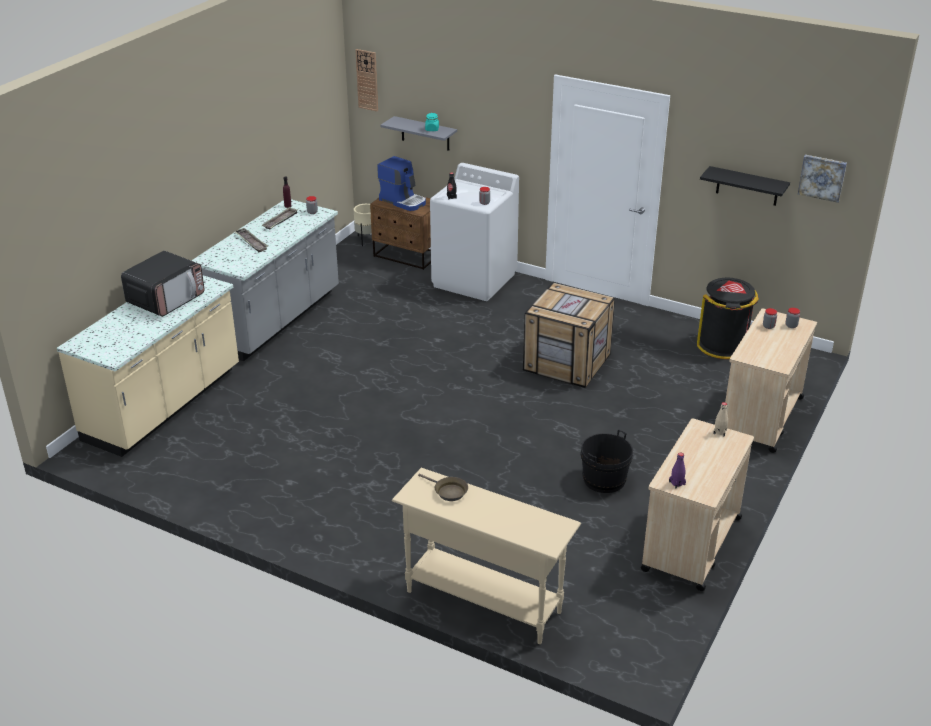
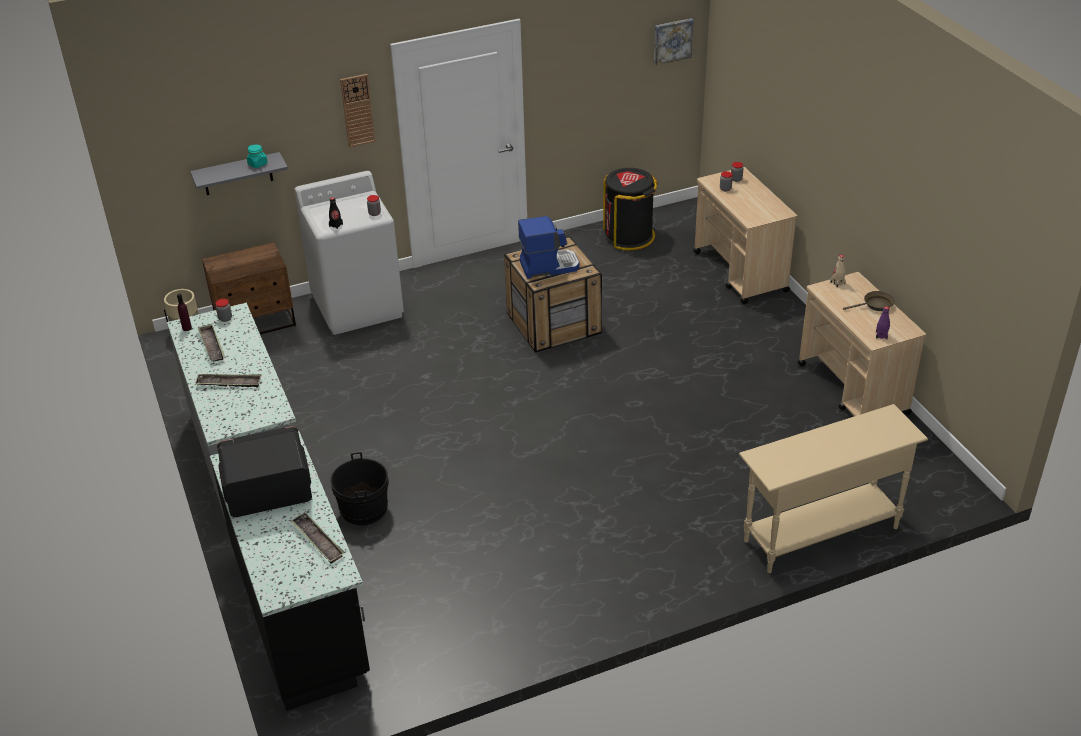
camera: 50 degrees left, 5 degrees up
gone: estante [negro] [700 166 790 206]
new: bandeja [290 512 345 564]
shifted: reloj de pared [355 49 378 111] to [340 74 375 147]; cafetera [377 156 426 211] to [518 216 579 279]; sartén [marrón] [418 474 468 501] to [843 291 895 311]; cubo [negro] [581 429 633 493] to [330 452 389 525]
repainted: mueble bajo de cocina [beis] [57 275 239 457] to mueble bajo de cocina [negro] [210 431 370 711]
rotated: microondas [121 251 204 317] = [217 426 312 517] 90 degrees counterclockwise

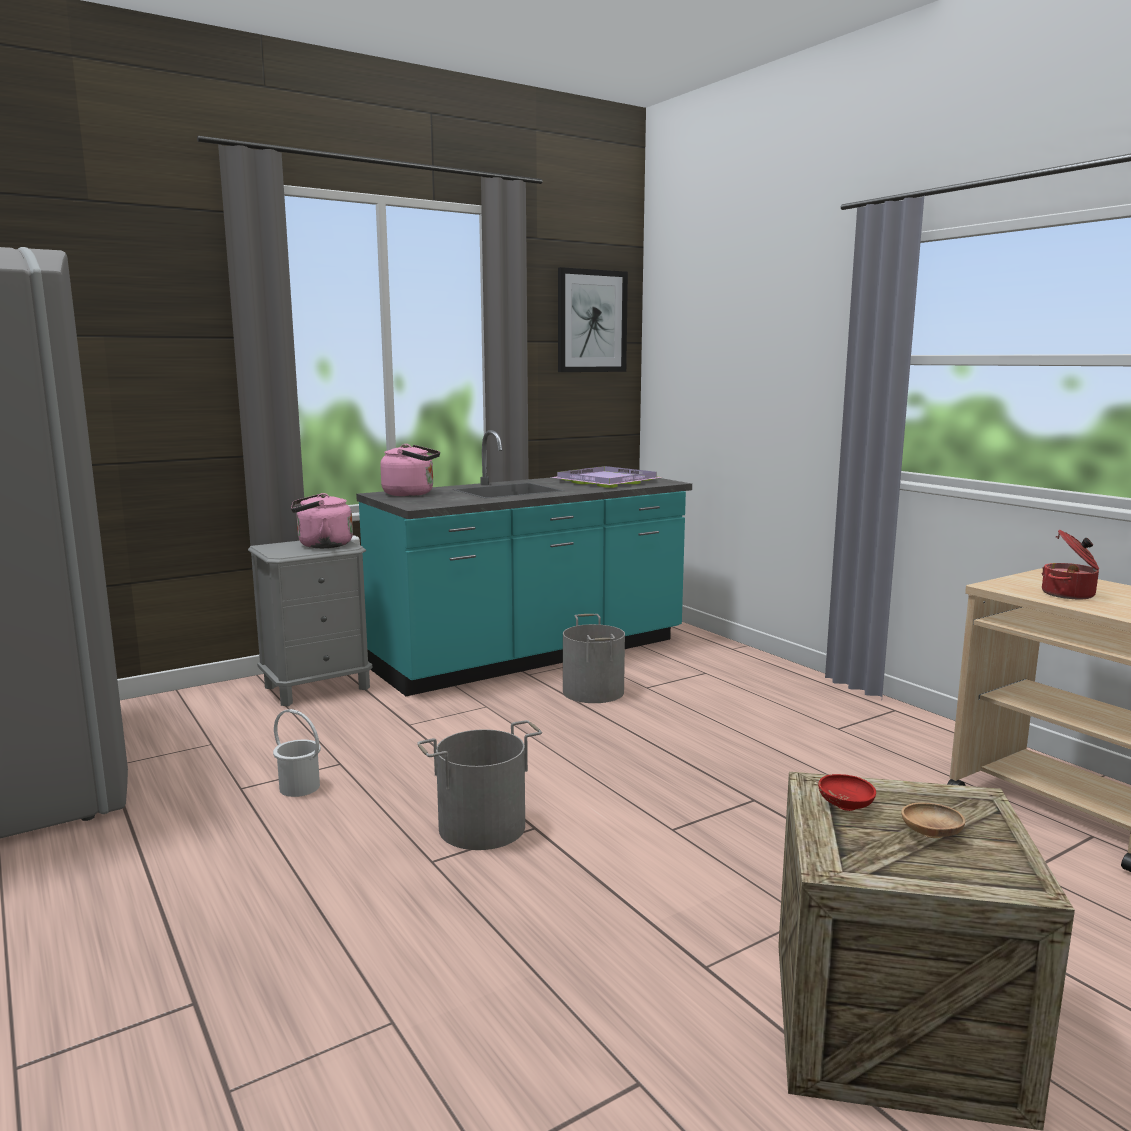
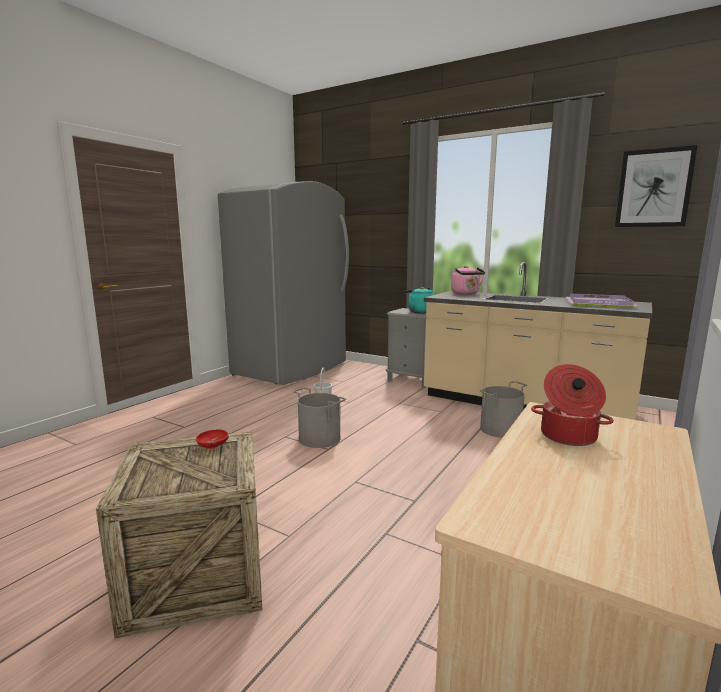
camera: 65 degrees right, 0 degrees up
gone: cuenco [marrón] [901 802 966 838]
repainted: hervidor [rosa] [291 493 353 548] to hervidor [turquesa] [404 287 434 314]; mueble bajo de cocina [turquesa] [356 430 692 696] to mueble bajo de cocina [beis] [424 262 652 420]

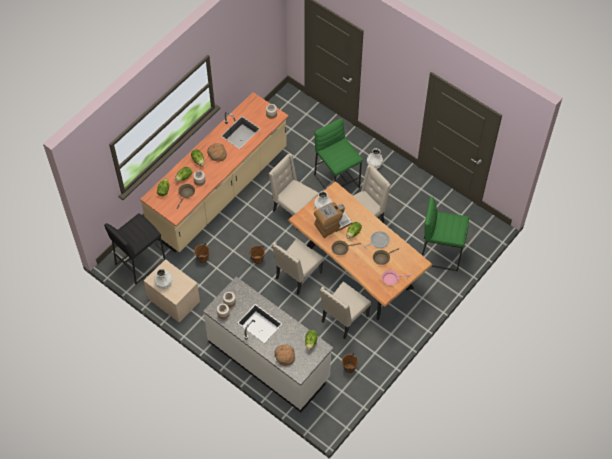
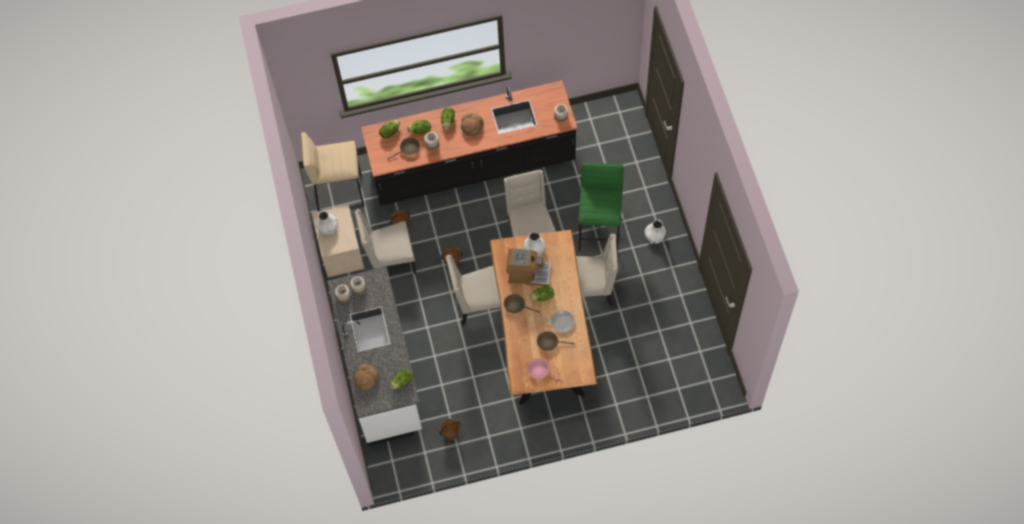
camera: 40 degrees right, 5 degrees up
gone: taburete [verde] [422 197 469 271]
shifted: silla [beis] [320 282 371 339] to [354 209 416 274]
repainted: taburete [negro] [104 213 165 285] to taburete [beis] [301 132 364 211]; mueble bajo de cocina [beis] [140 92 288 253] to mueble bajo de cocina [negro] [361 80 578 206]

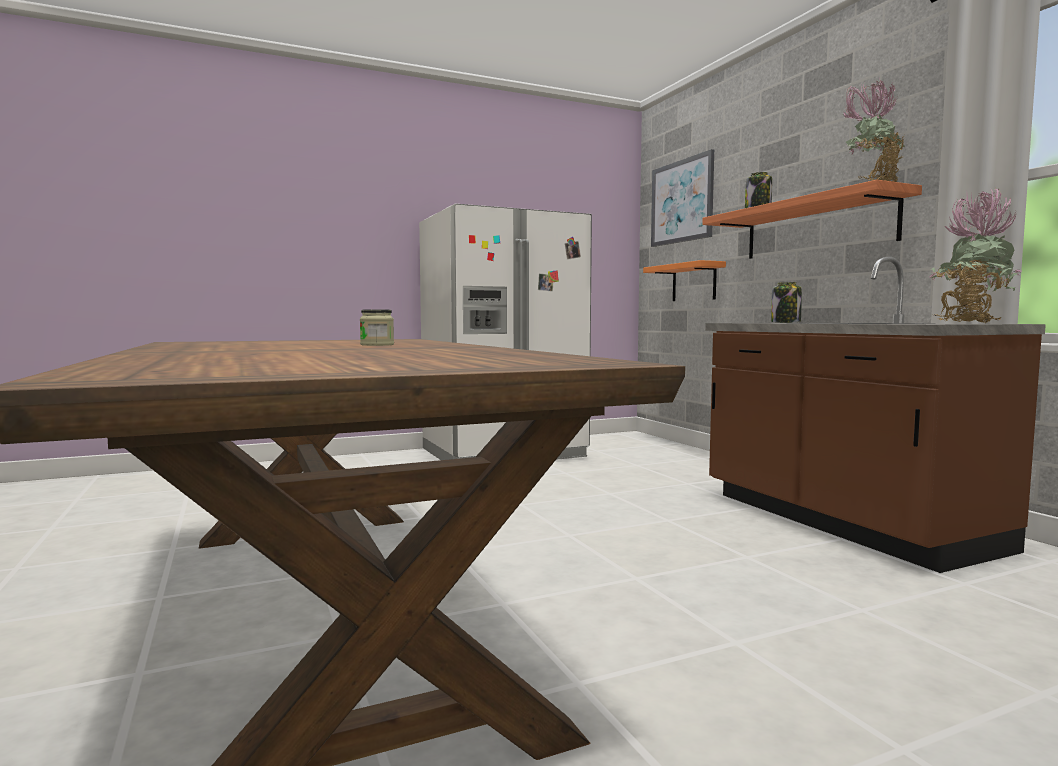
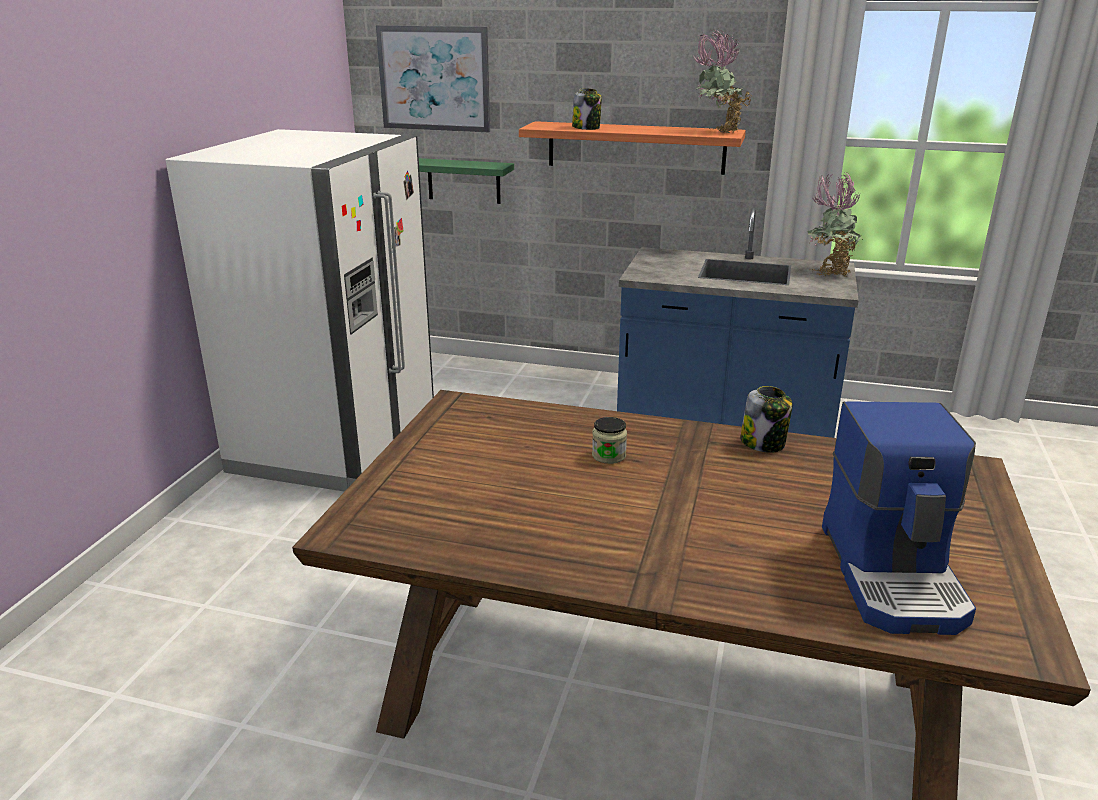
camera: 50 degrees left, 20 degrees up
new: cafetera [822 401 976 635]
shifted: tarro [771 282 802 323] to [740 386 792 453]
repainted: estante [naranja] [643 260 726 301] to estante [verde] [419 158 514 204]; mueble bajo de cocina [marrón] [705 257 1046 573] to mueble bajo de cocina [azul] [617 208 859 438]

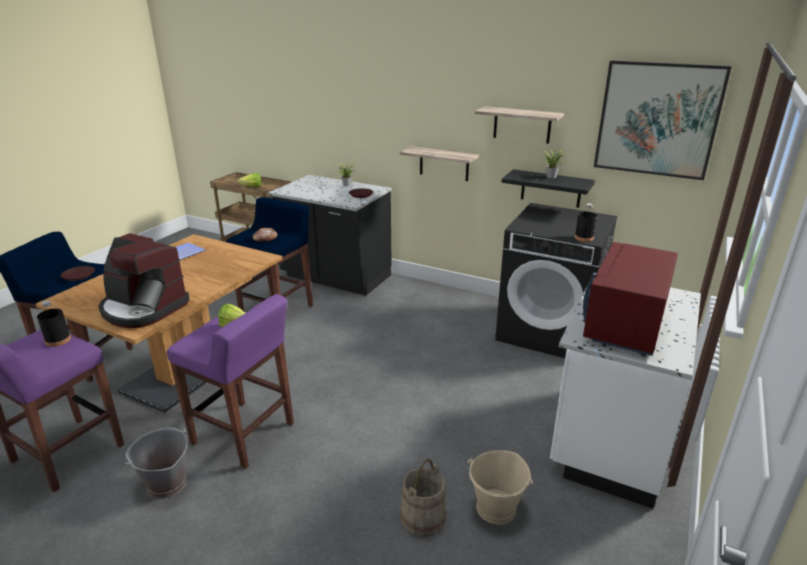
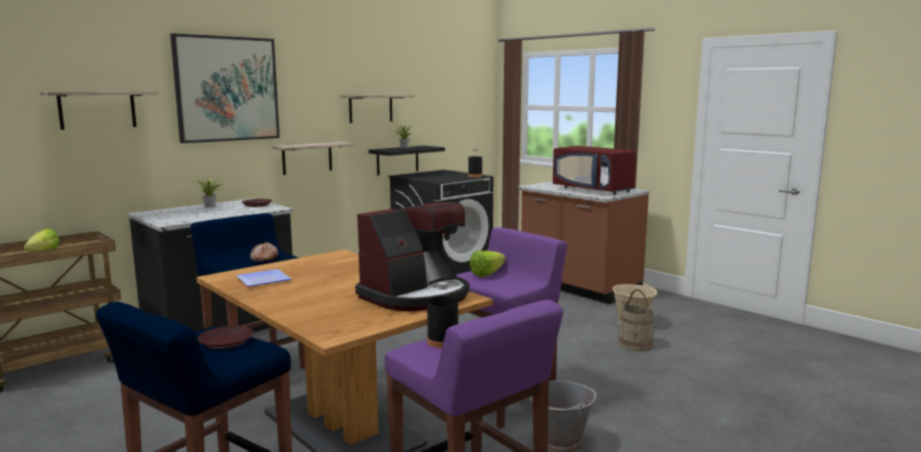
camera: 70 degrees left, 15 degrees down
new: estante [40 91 158 130]
shifted: cuadro [594 60 732 180] to [170 33 280 143]
repainted: mueble bajo de cocina [blanco] [550 273 701 508] to mueble bajo de cocina [marrón] [518 181 650 304]

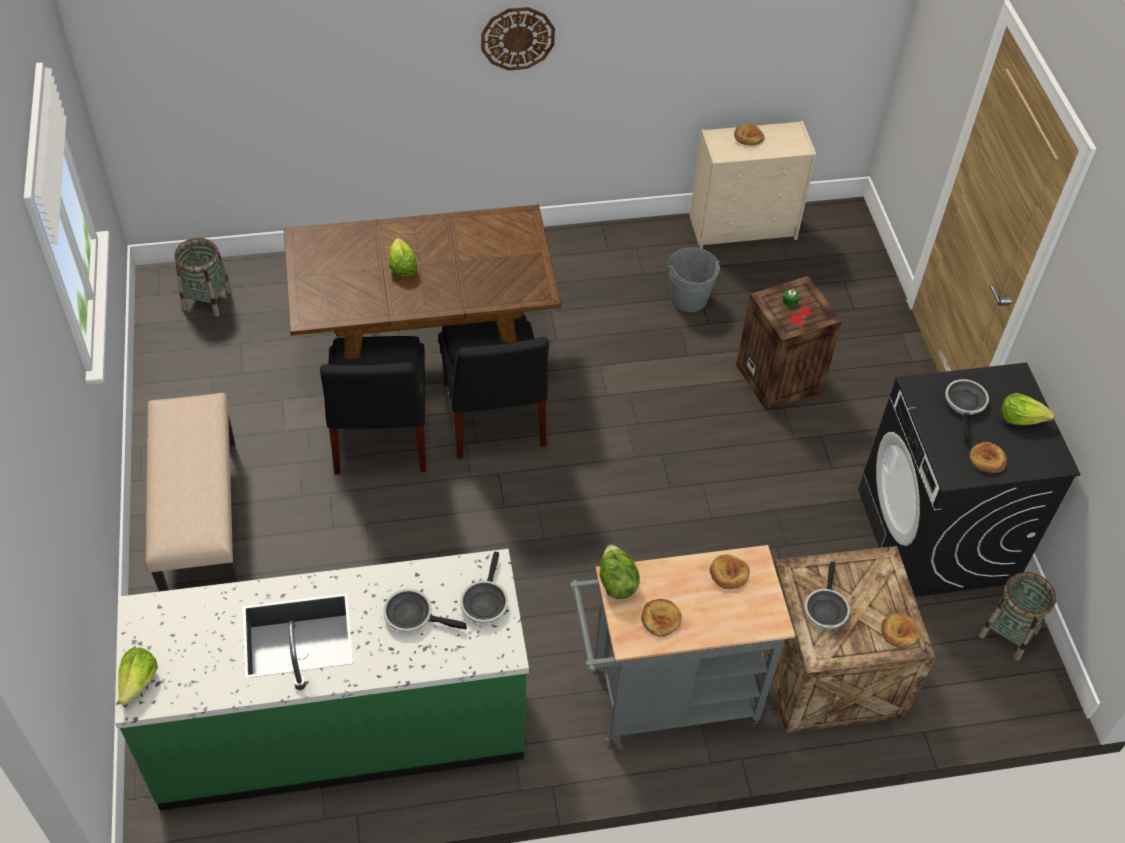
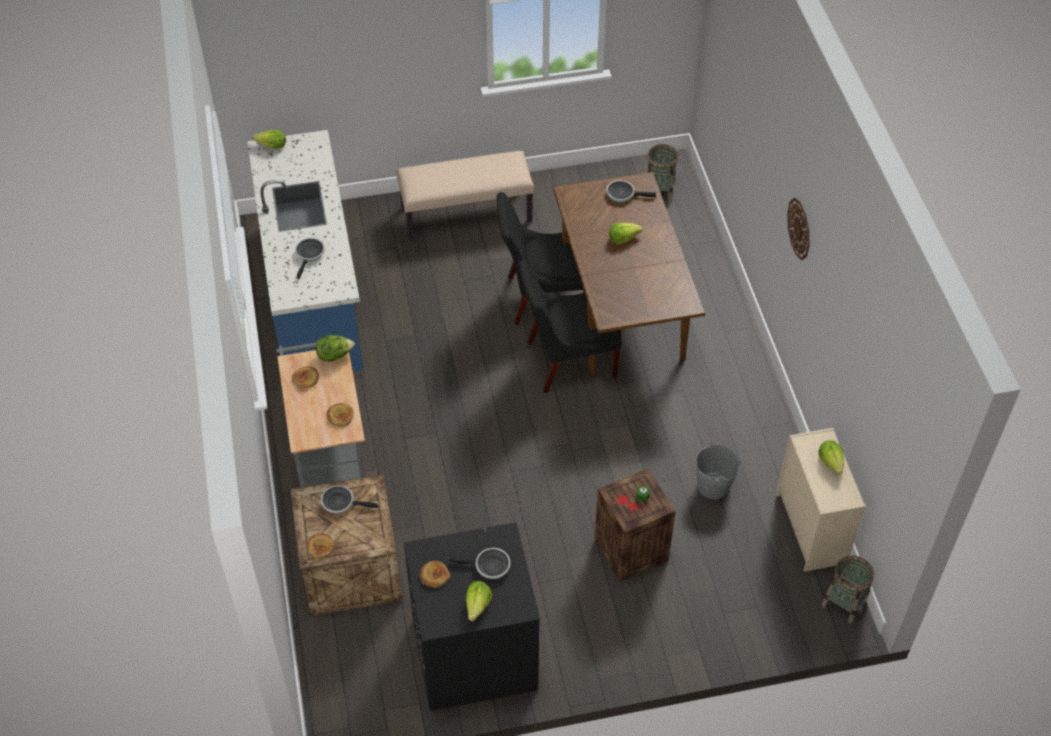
camera: 90 degrees right, 0 degrees up
shifted: sartén [460 552 508 623] to [606 180 656 203]; cesta [979 572 1056 661] to [822 556 874 623]
swapped: pan [734 124 765 146] to lechuga [818 440 844 475]
repainted: mueble bajo de cocina [verde] [115 549 529 811] to mueble bajo de cocina [azul] [247 130 363 372]

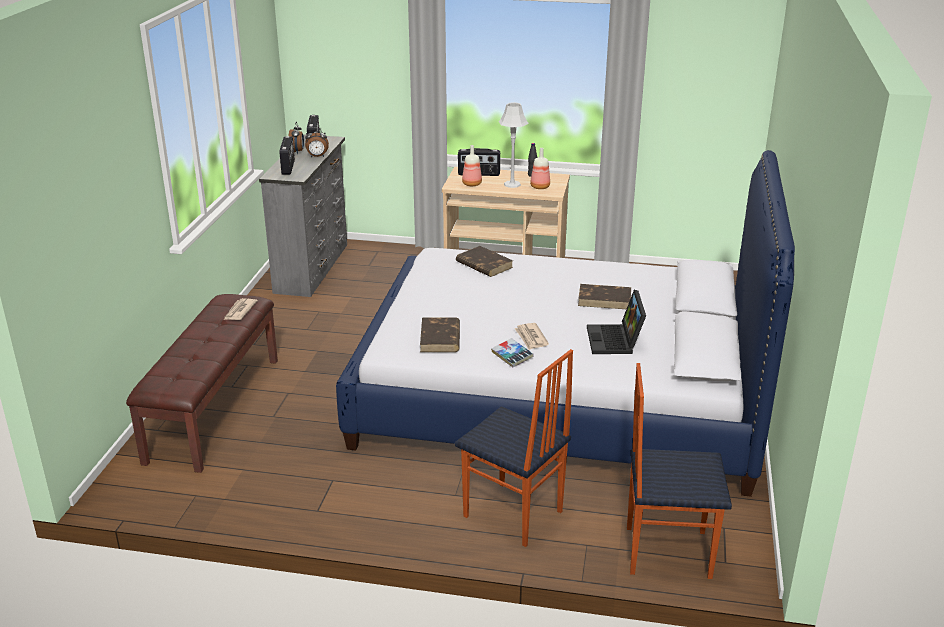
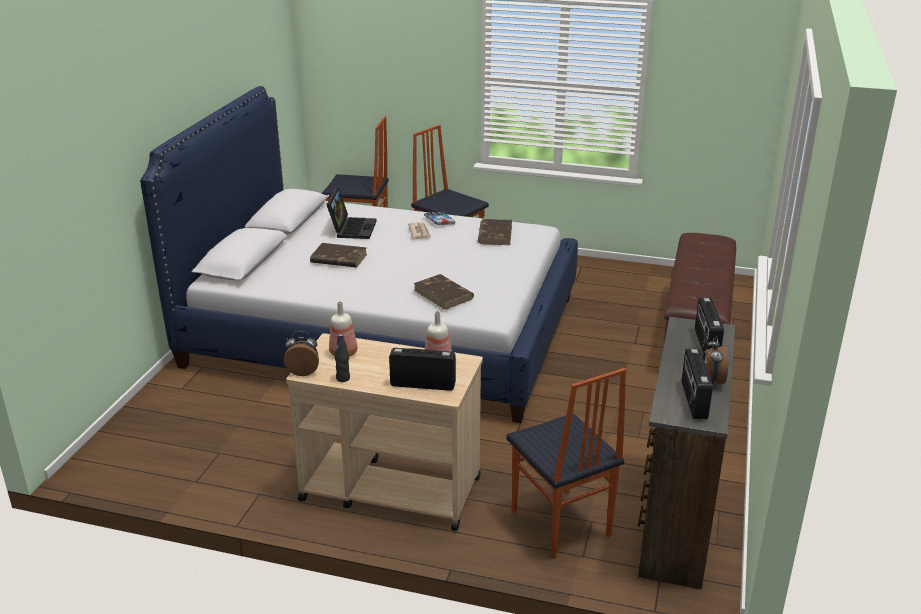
camera: 175 degrees left, 0 degrees up
gone: periódico [224 298 258 320]; lámpara de mesa [gris] [498 102 529 188]
new: silla [506 368 626 559]
shifted: despertador [305 127 329 157] to [284 331 319 376]
repainted: cómoda [gris] [259 134 347 297] to cómoda [marrón] [638 317 735 590]

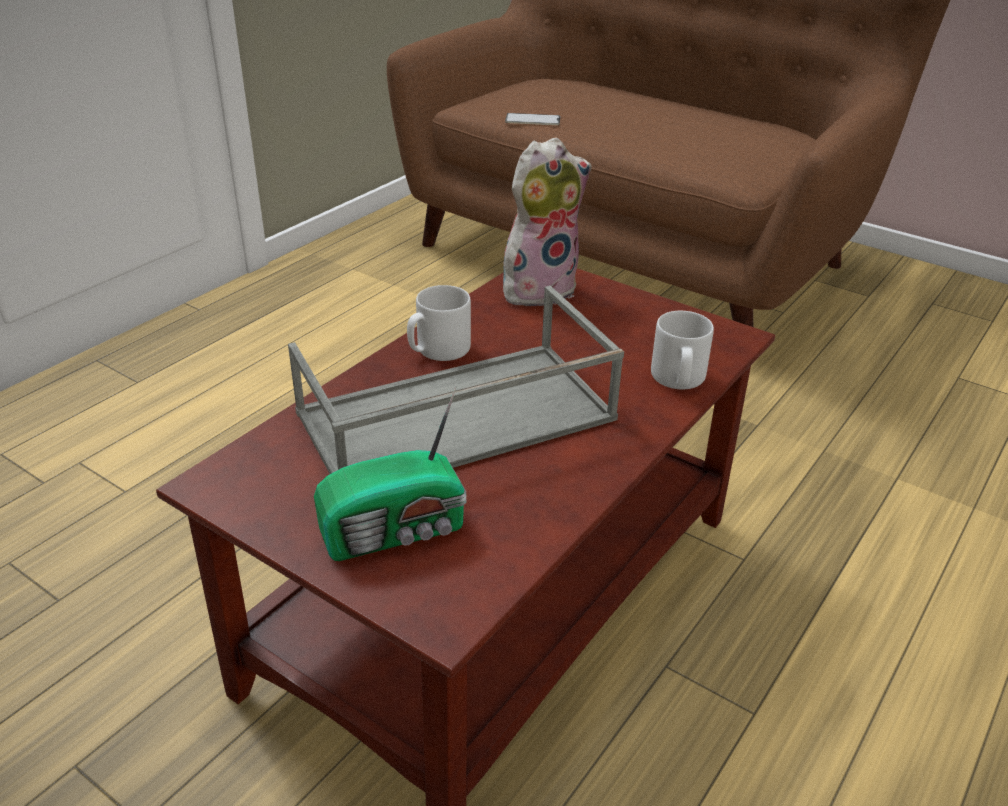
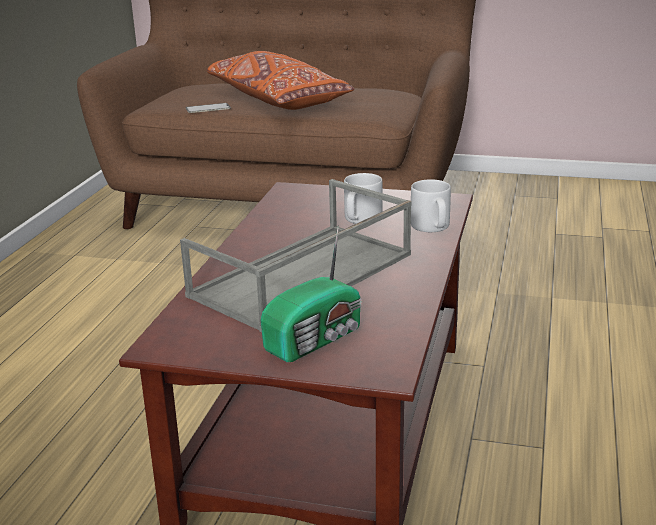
camera: 20 degrees left, 10 degrees down
gone: peluche [503 137 592 310]
new: cojín [naranja] [207 51 355 110]
shifted: taza grande [gris] [407 285 471 361] to [344 173 383 224]

